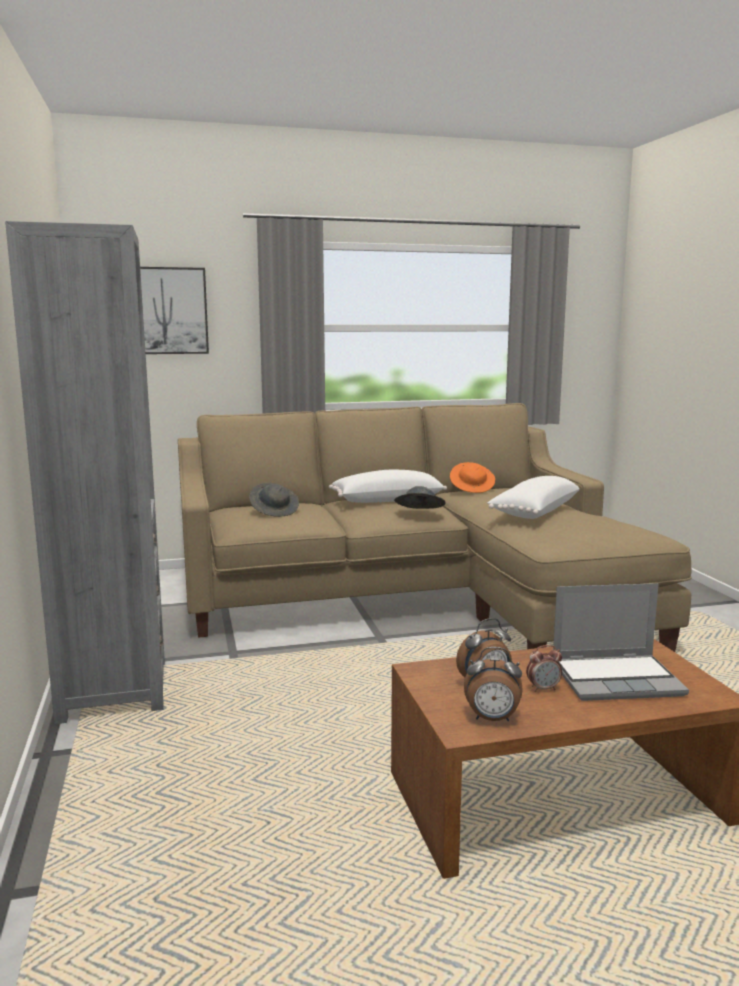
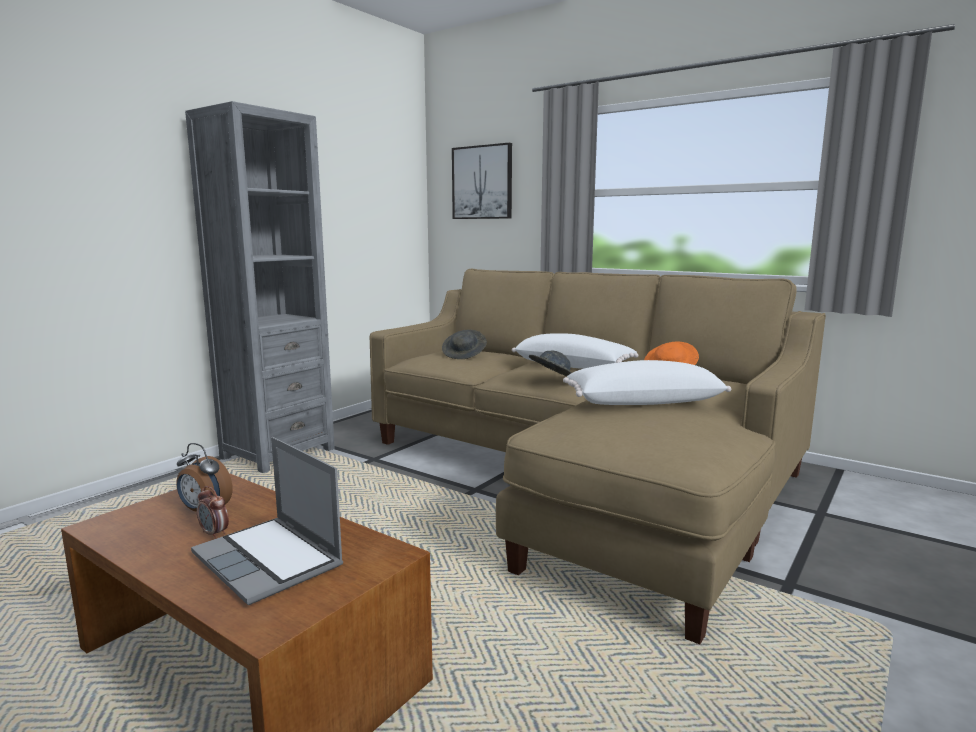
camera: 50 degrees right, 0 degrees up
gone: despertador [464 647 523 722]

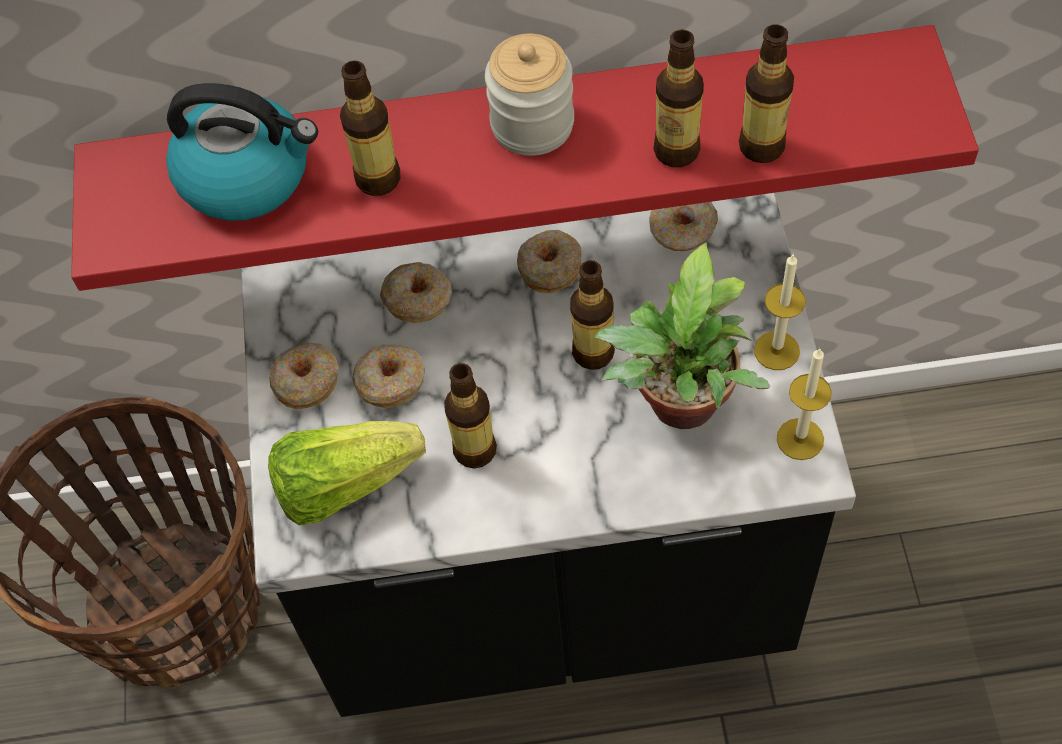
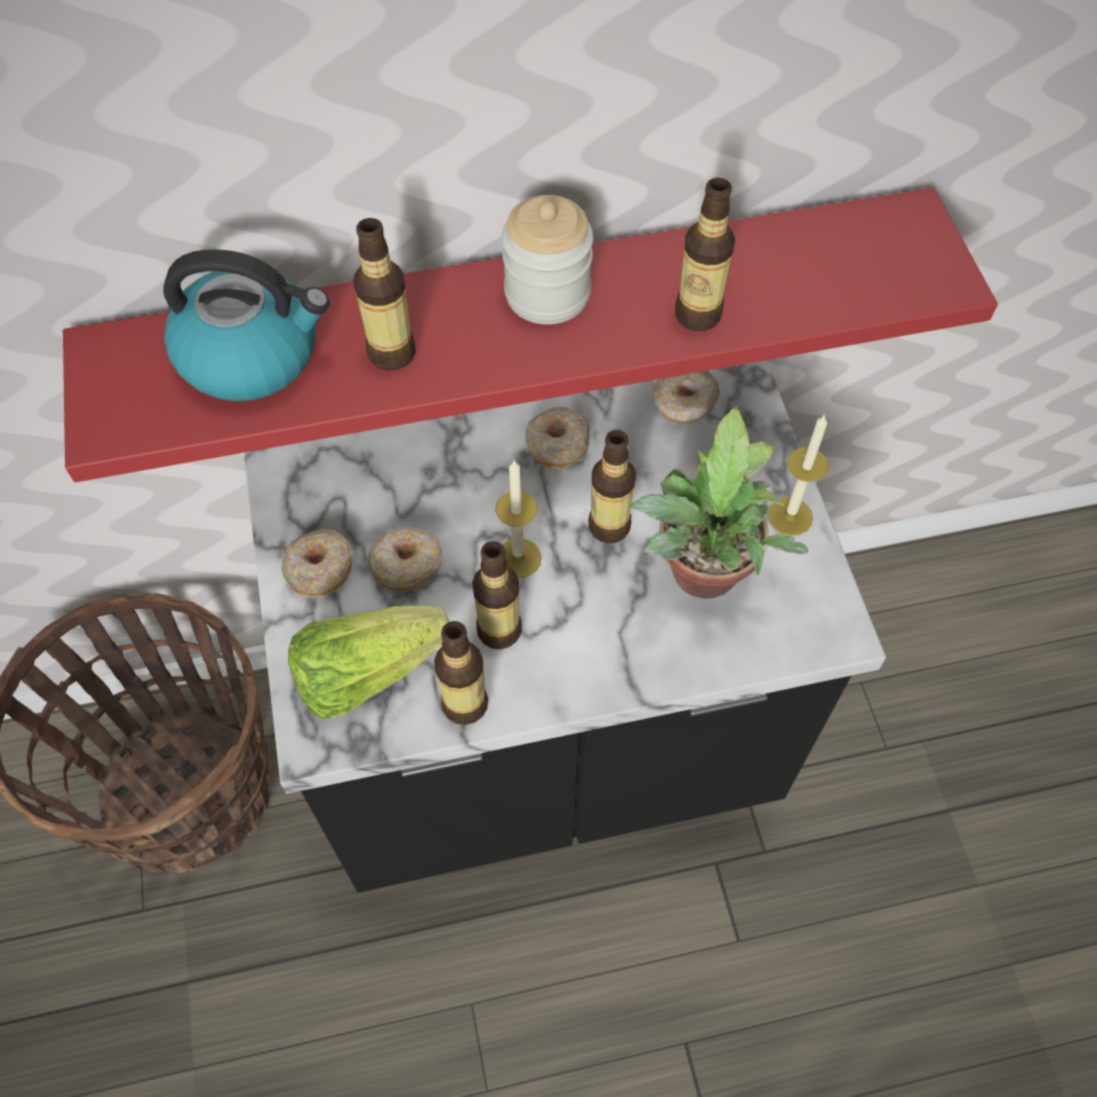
camera: 10 degrees left, 0 degrees up
gone: rosquilla [380 262 452 323]
shifted: botella [739 24 794 163] to [434 621 488 725]; vela [777 348 832 460] to [495 460 542 578]

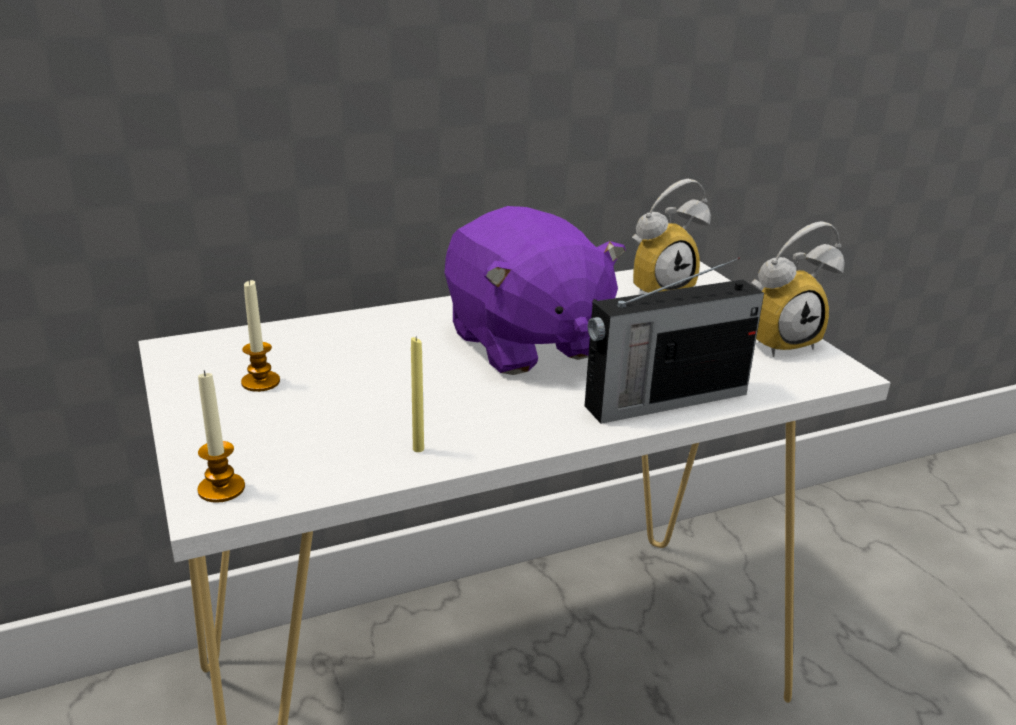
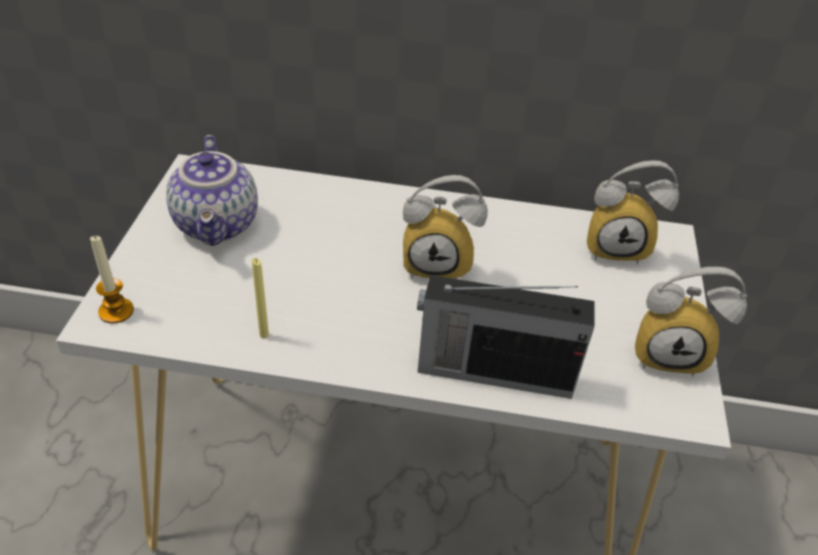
camera: 30 degrees right, 15 degrees up
swapped: vela [241 280 280 392] to tetera [166 135 258 246]; peluche [morado] [445 206 626 375] to despertador [403 175 488 279]

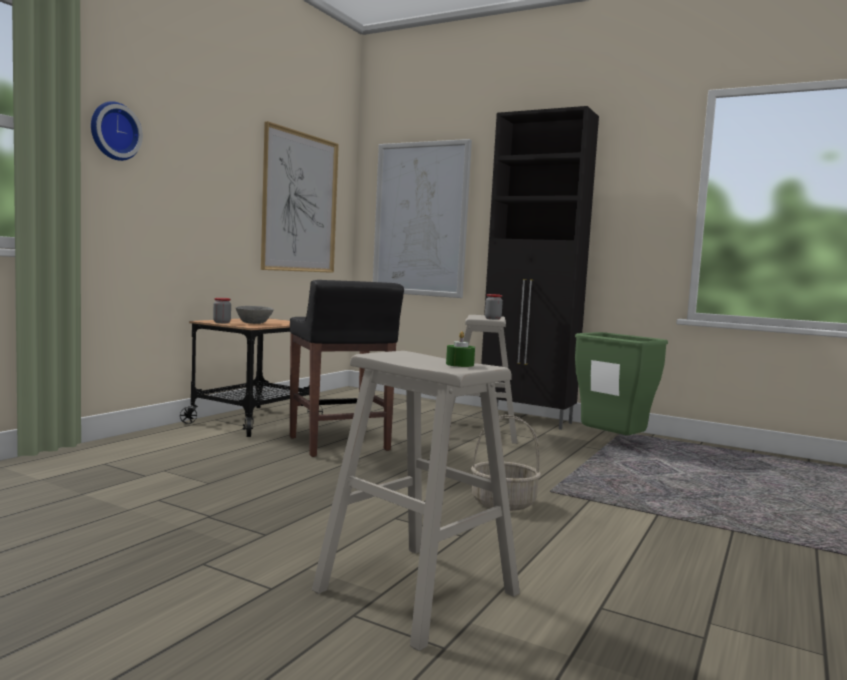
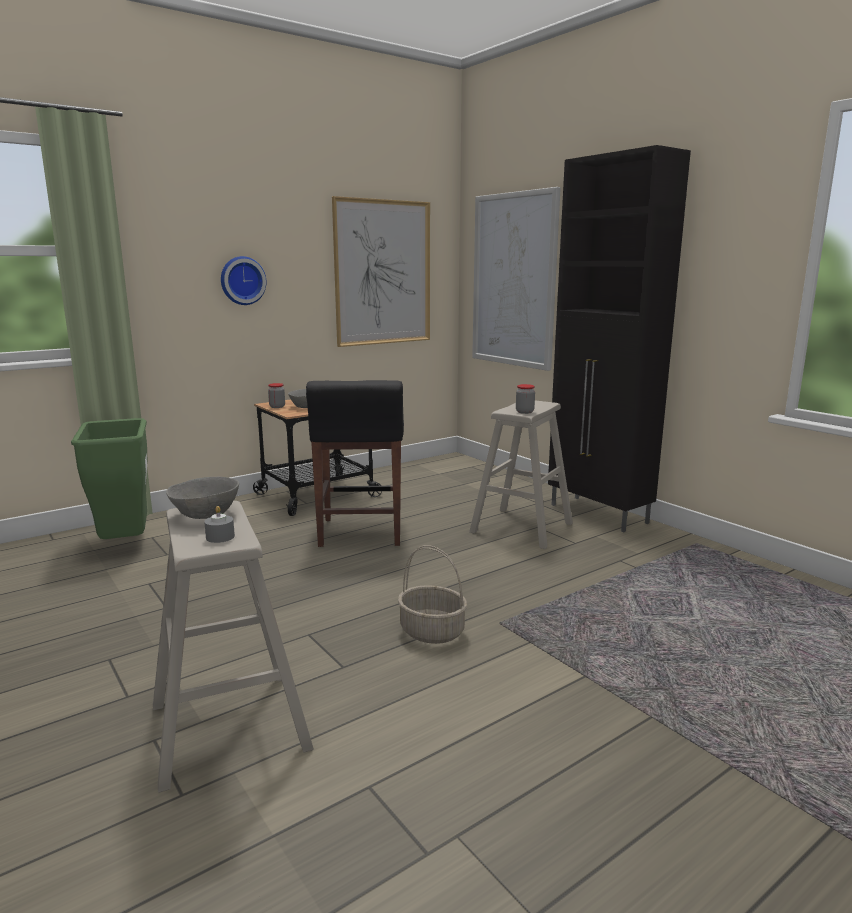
camera: 25 degrees right, 10 degrees up
new: cuenco [gris] [166 477 239 519]
shifted: reloj de pared [91 101 143 161] to [221 256 267 305]; papelera [verde] [575 332 668 436] to [71 418 147 539]
repainted: vela [verde] [446 331 475 367] to vela [gris] [204 506 235 543]

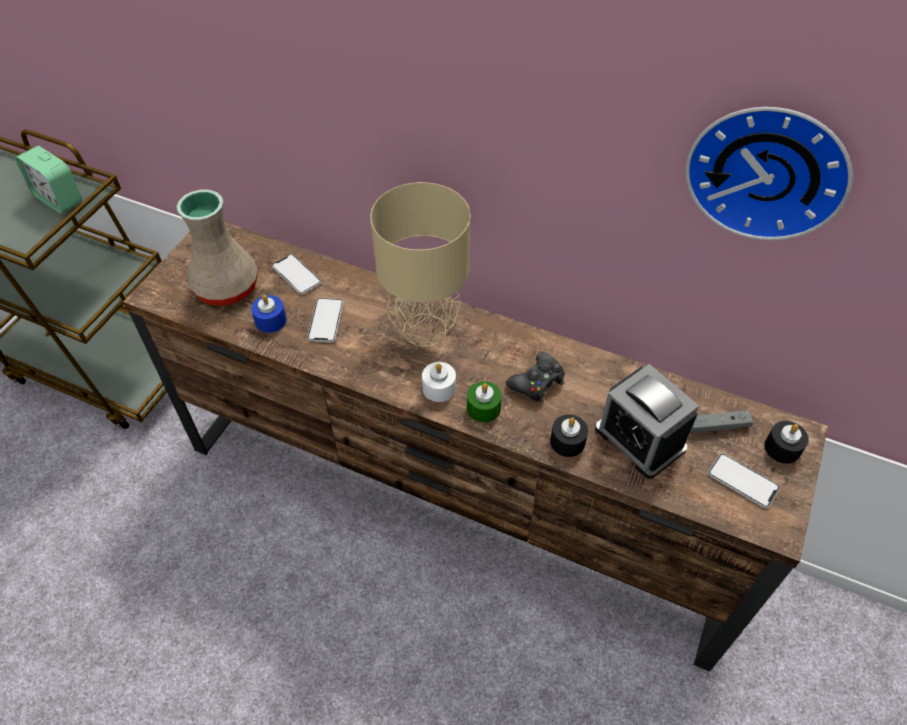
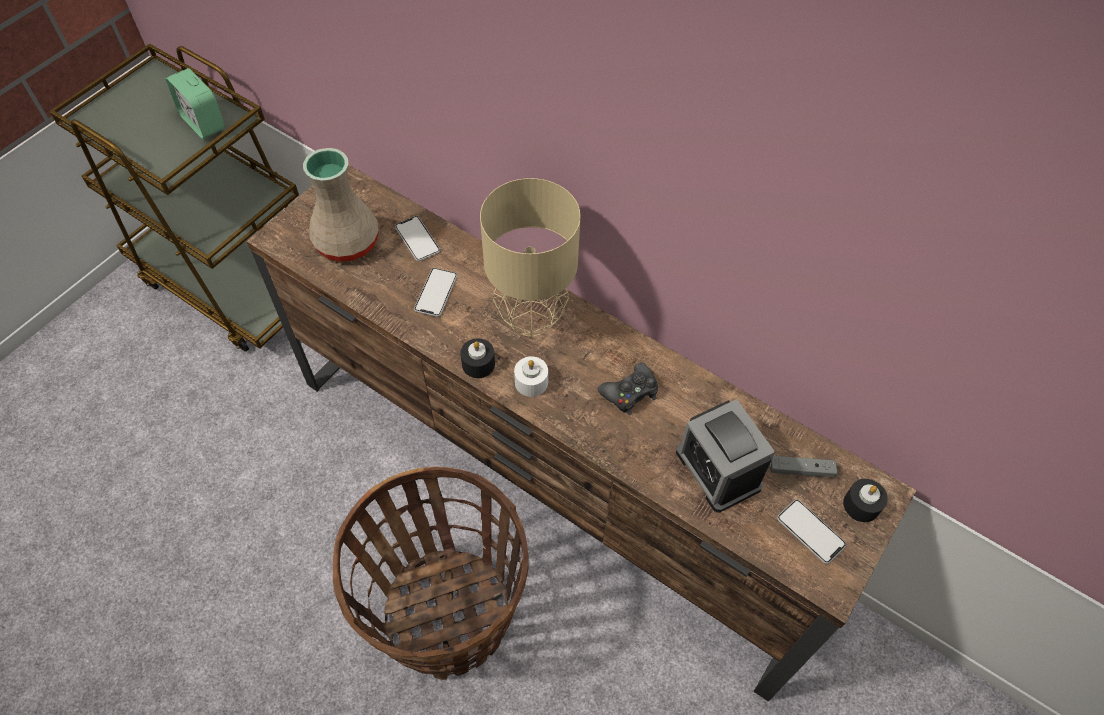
camera: 10 degrees right, 5 degrees up
gone: vela [azul] [251 295 287 333]; vela [verde] [467 381 502 422]; reloj de pared [685 107 853 241]
new: cesta [333 466 529 680]
shifted: vela [negro] [550 414 588 457] to [460 338 495 378]

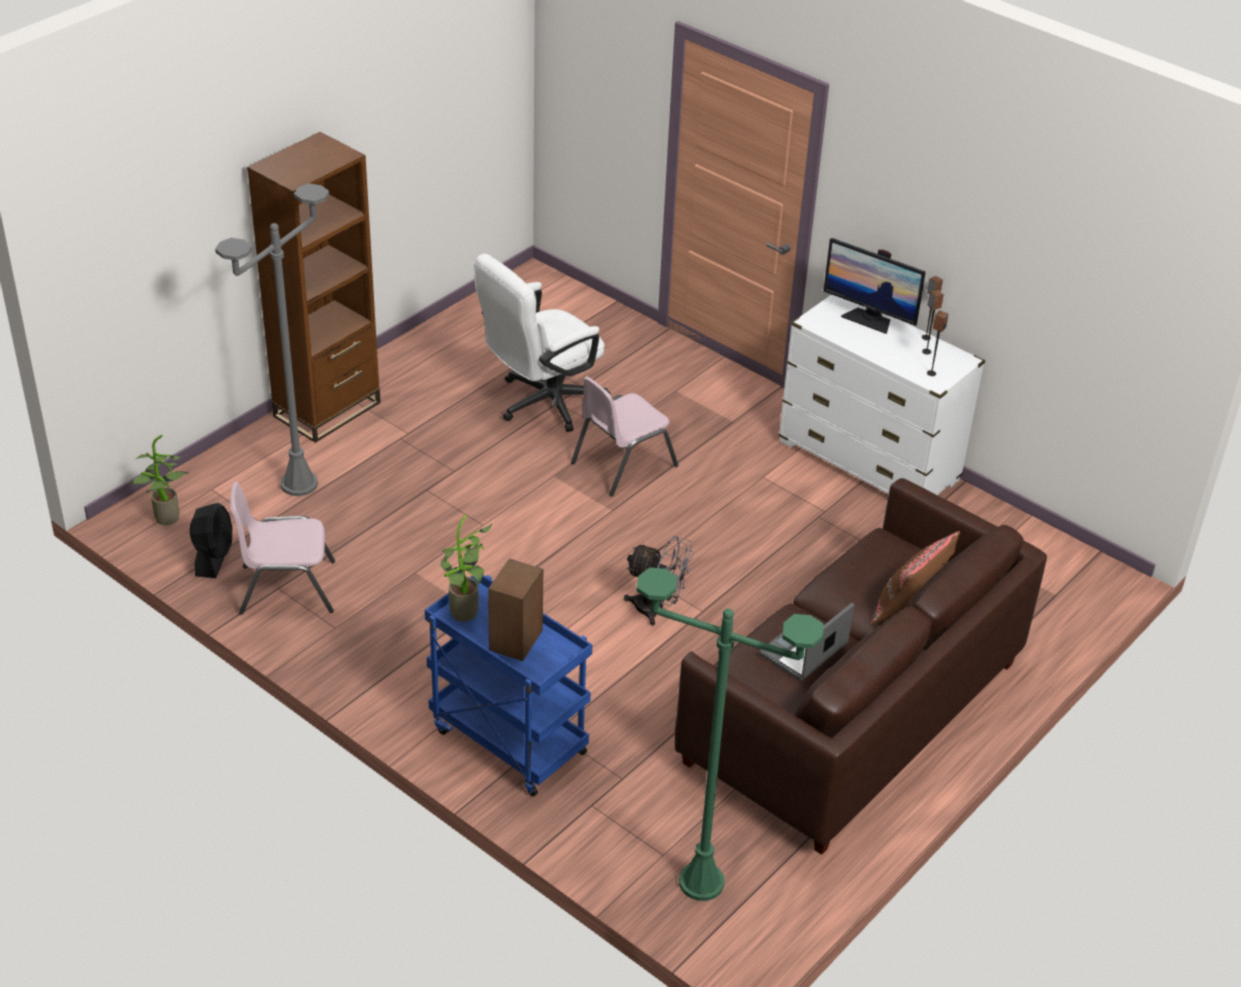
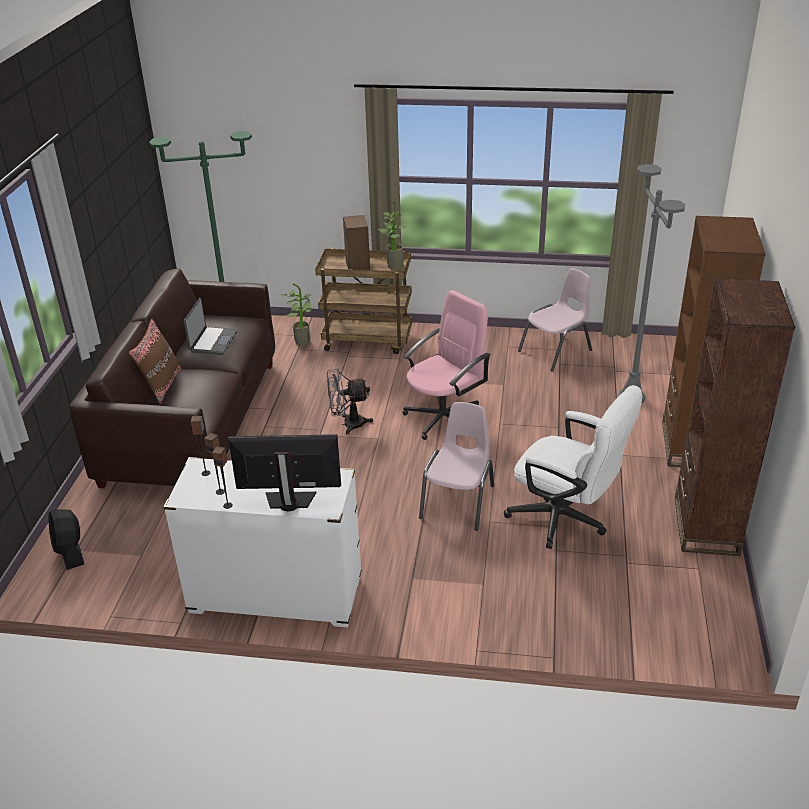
camera: 150 degrees right, 5 degrees down
new: silla de oficina [rosa] [403 290 490 440]; estantería [marrón] [675 278 795 556]
shifted: planta en maceta [131 435 189 525] to [281 283 312 345]; ventilador [negro] [190 503 232 578] to [48 509 84 570]
repainted: carrito [azul] [425 575 592 797] to carrito [marrón] [315 248 412 354]
rotated: silla de oficina [blanco] [474 254 611 432] = [504 385 642 549] 105 degrees clockwise

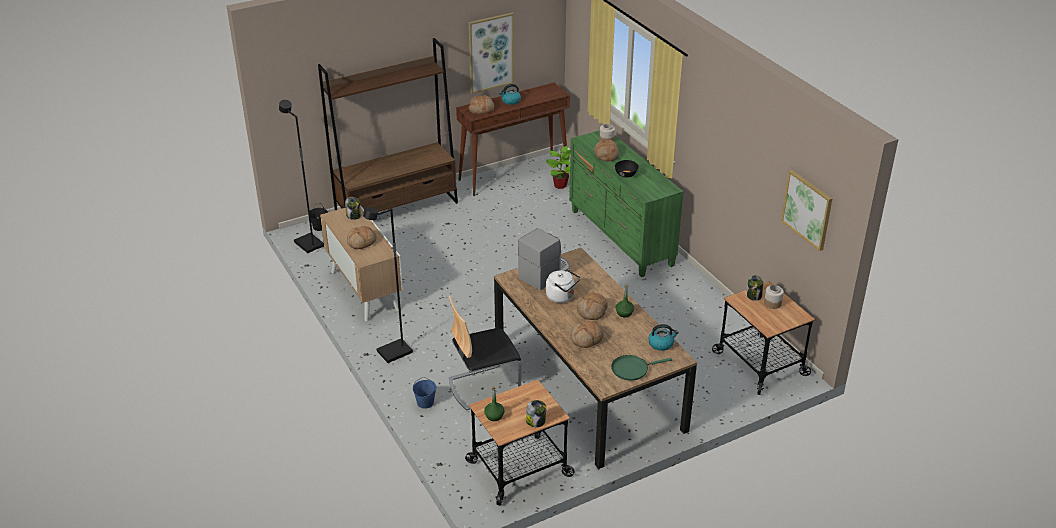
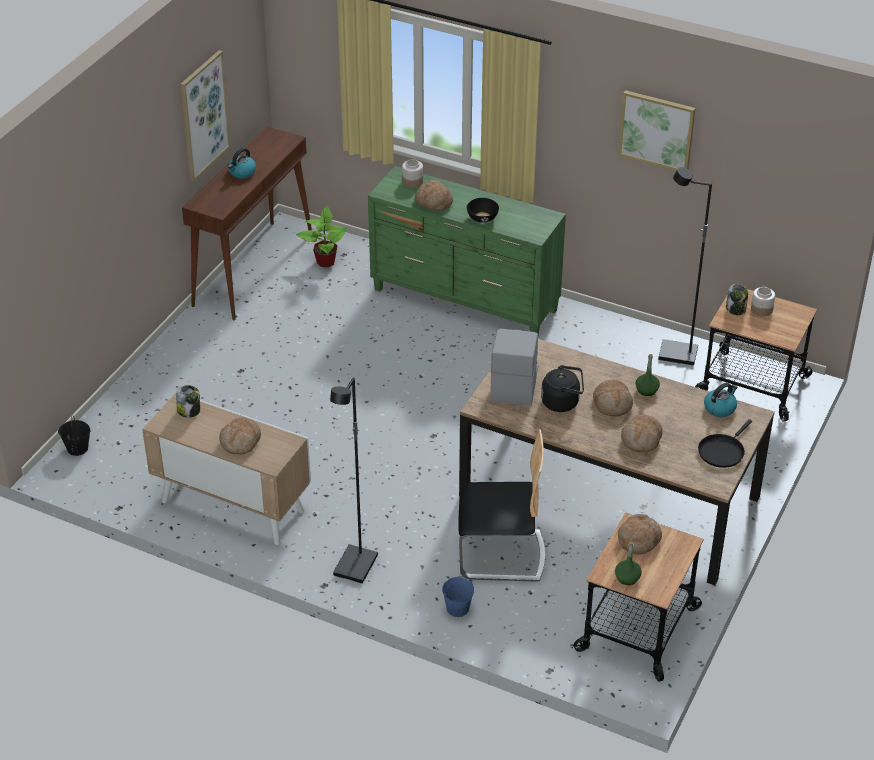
camera: 35 degrees left, 5 degrees up
gone: estantería [marrón] [318 38 458 212]; tarro [526 400 546 427]
shifted: lámpara de pie [negro] [279 100 324 253] to [658 167 712 365]; pan [468 95 494 114] to [618 514 662 555]; cuadro [781 170 832 251] to [618 90 696 171]
repainted: hervidor [blanco] [546 269 581 303] to hervidor [negro] [541 365 584 412]; sartén [verde] [611 355 672 381] to sartén [negro] [698 419 752 468]
rotated: silla [449 296 522 411] = [458 429 545 582] 120 degrees counterclockwise

